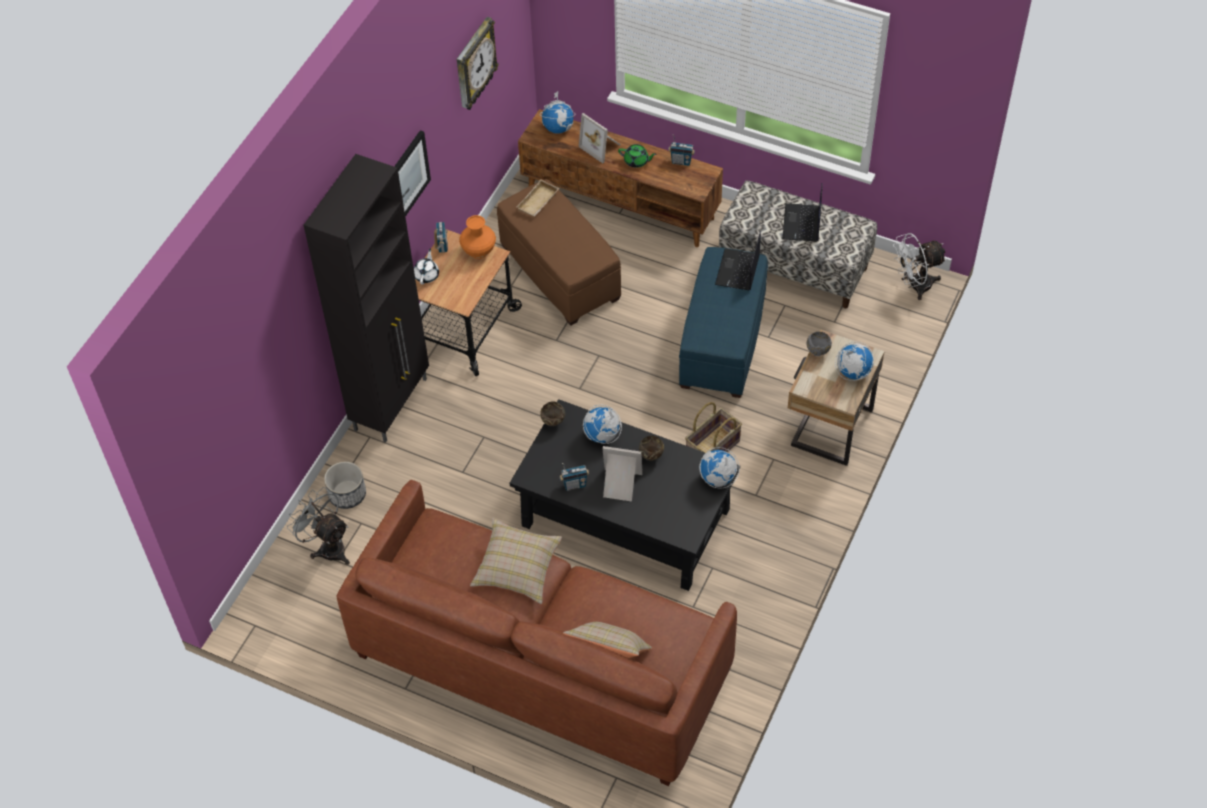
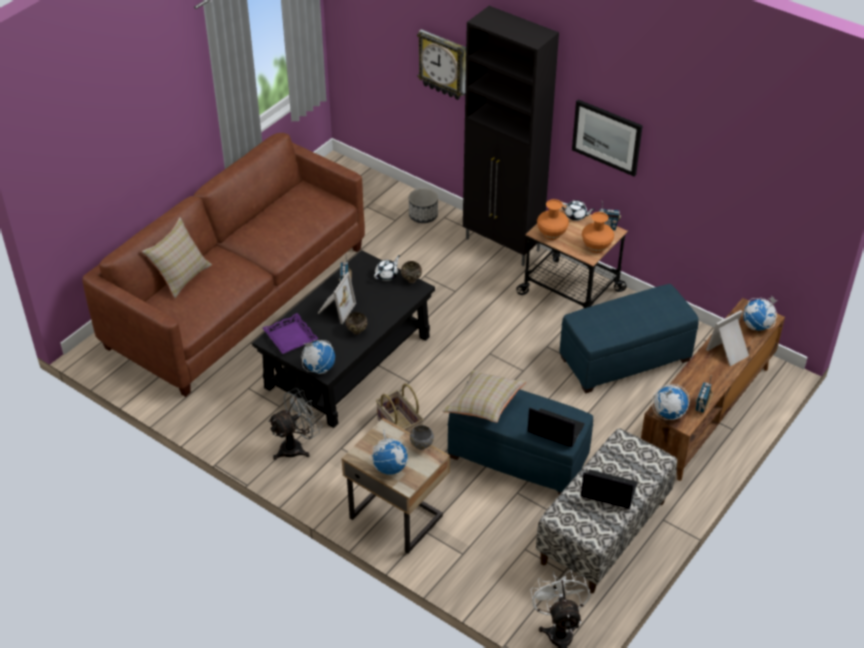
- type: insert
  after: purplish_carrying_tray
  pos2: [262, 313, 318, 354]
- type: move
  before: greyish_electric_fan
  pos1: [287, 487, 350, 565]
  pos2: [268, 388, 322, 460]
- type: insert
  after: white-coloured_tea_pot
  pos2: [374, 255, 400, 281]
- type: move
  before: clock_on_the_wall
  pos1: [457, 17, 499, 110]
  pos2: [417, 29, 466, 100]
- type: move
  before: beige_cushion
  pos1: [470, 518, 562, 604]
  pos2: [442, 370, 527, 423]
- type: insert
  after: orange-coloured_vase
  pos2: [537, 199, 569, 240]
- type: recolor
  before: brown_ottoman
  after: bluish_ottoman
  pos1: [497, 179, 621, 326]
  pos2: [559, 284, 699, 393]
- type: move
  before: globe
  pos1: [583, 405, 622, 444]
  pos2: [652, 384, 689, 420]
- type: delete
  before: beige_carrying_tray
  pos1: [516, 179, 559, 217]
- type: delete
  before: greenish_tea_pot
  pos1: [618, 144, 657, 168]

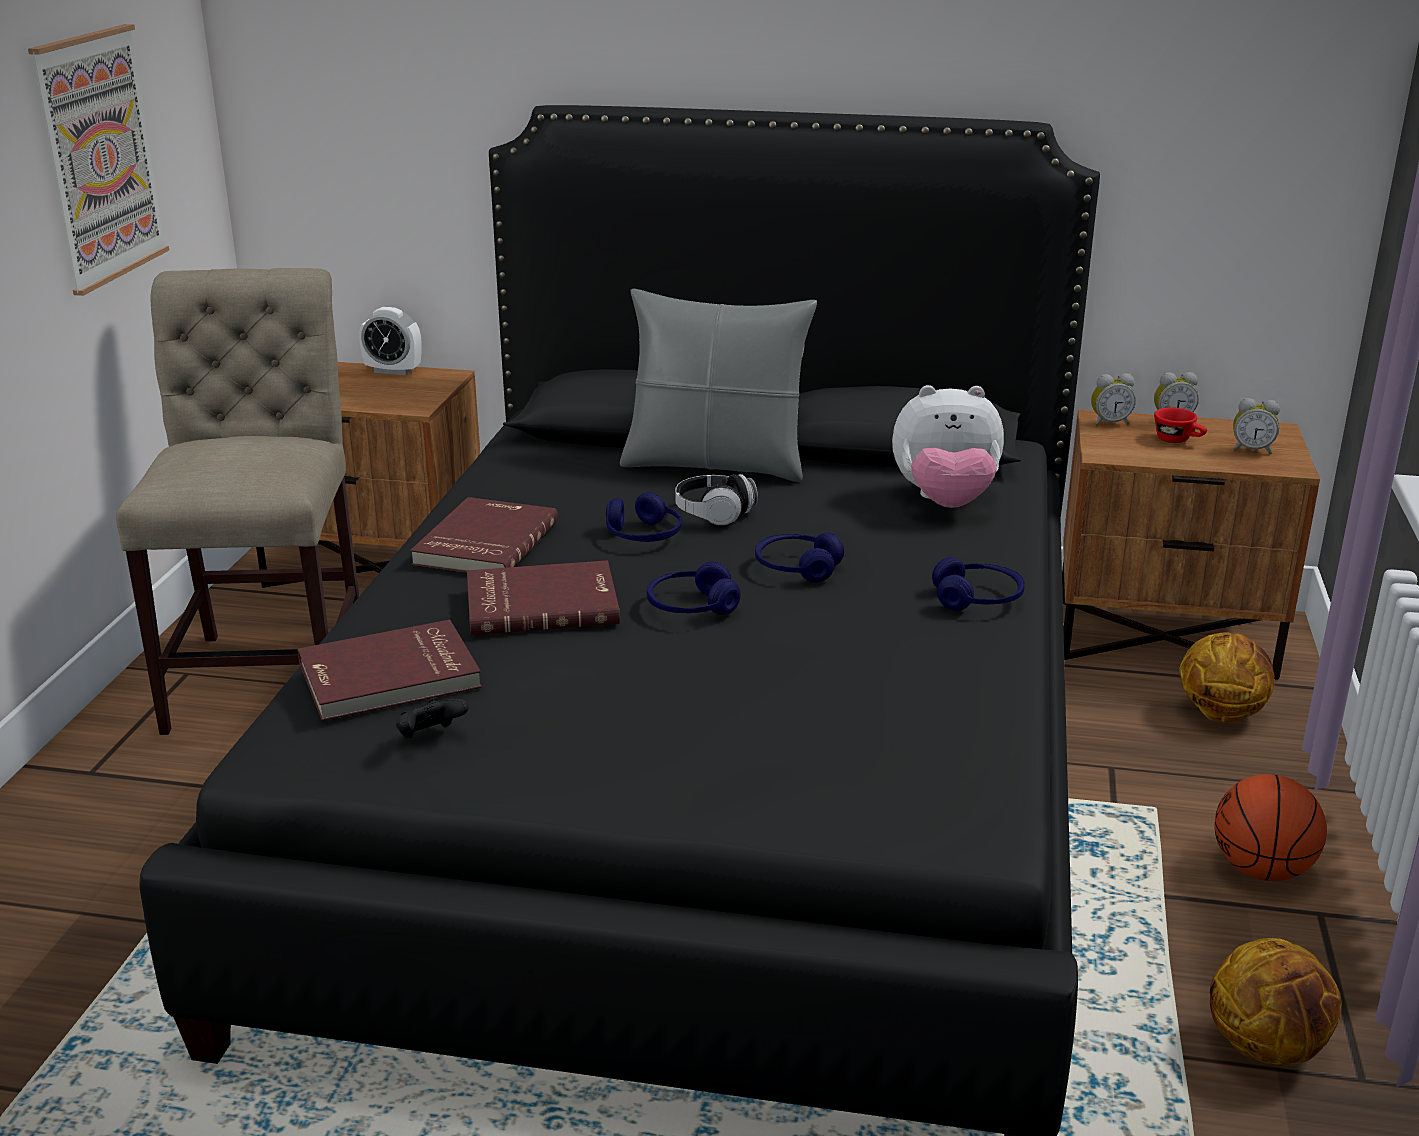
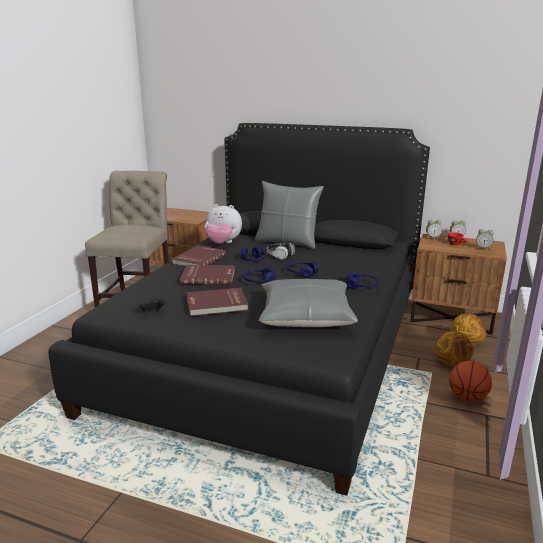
- type: move
  before: reddish_book
  pos1: [298, 620, 482, 721]
  pos2: [186, 288, 248, 316]
- type: move
  before: soft_toy
  pos1: [892, 385, 1004, 508]
  pos2: [205, 204, 242, 244]
- type: insert
  after: greyish_cushion
  pos2: [259, 279, 358, 327]
- type: move
  before: ball_for_basketball
  pos1: [1210, 938, 1342, 1066]
  pos2: [436, 331, 474, 367]
- type: delete
  before: wall_picture
  pos1: [28, 24, 169, 296]
- type: delete
  before: bedside_clock
  pos1: [359, 307, 422, 375]

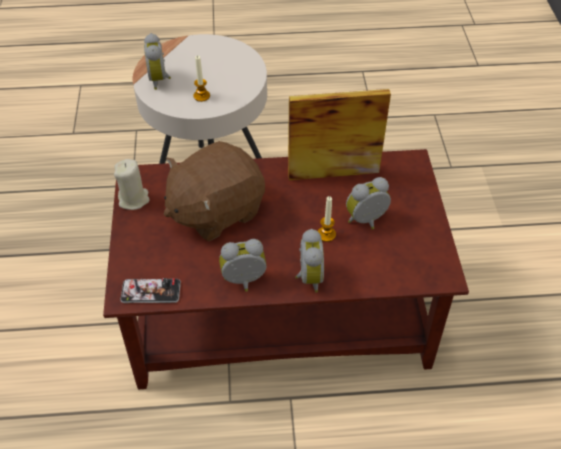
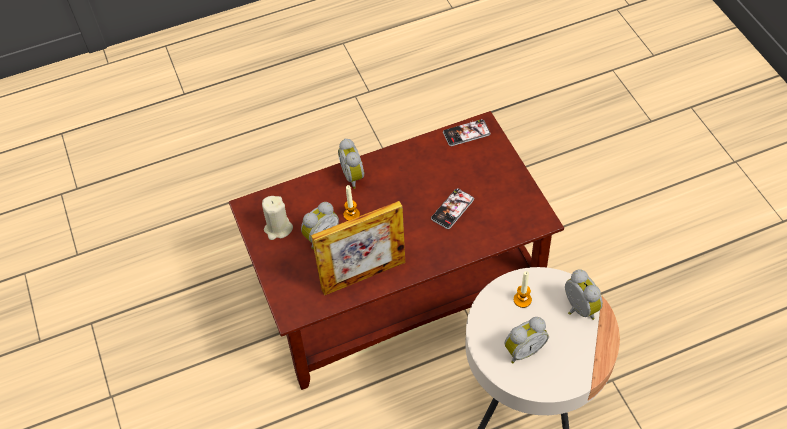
- type: move
  before: beige_wax_light
  pos1: [114, 159, 150, 210]
  pos2: [262, 196, 293, 240]
- type: replace
  before: brown_soft_toy
  after: handset
  pos1: [164, 141, 265, 241]
  pos2: [431, 189, 474, 229]
- type: move
  before: bedside_clock
  pos1: [219, 239, 267, 292]
  pos2: [505, 317, 549, 363]

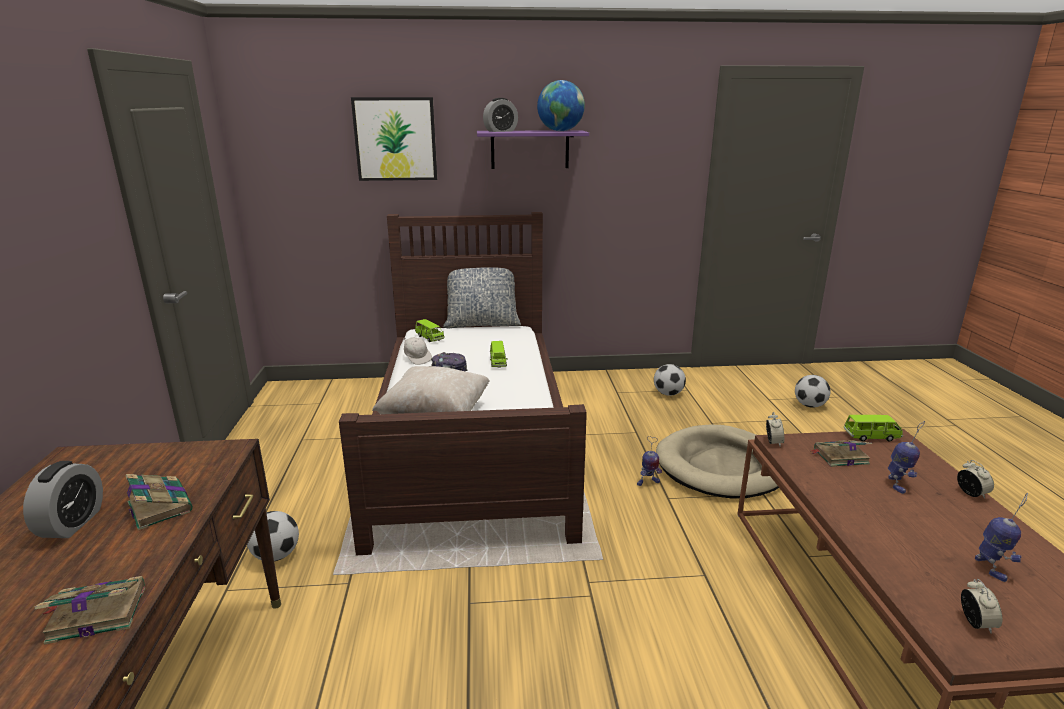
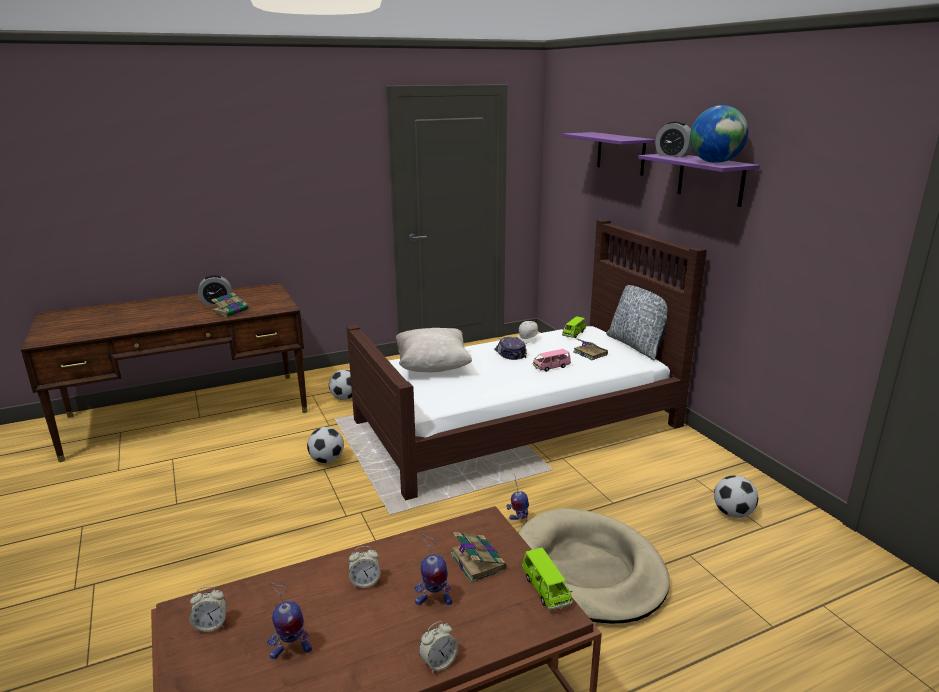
- type: move
  before: football_ball
  pos1: [795, 375, 831, 408]
  pos2: [307, 427, 344, 463]
- type: move
  before: bedside_clock
  pos1: [766, 412, 784, 447]
  pos2: [349, 546, 381, 588]
- type: recolor
  before: greenish_model_car
  after: pinkish_model_car
  pos1: [490, 341, 508, 368]
  pos2: [533, 349, 571, 372]
- type: replace
  before: wall_picture
  after: purplish_bracket_shelf
  pos1: [351, 97, 437, 181]
  pos2: [562, 132, 655, 176]
- type: move
  before: book
  pos1: [35, 576, 145, 645]
  pos2: [573, 338, 608, 360]

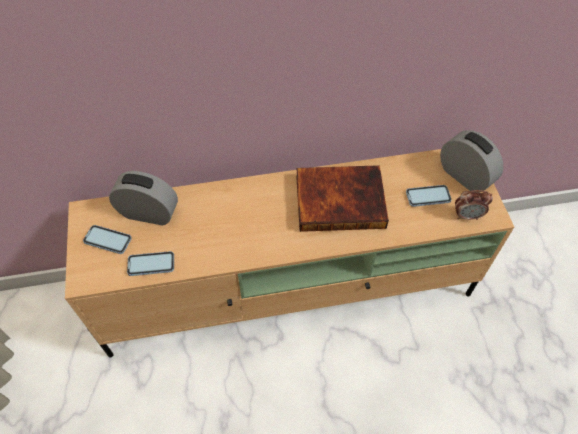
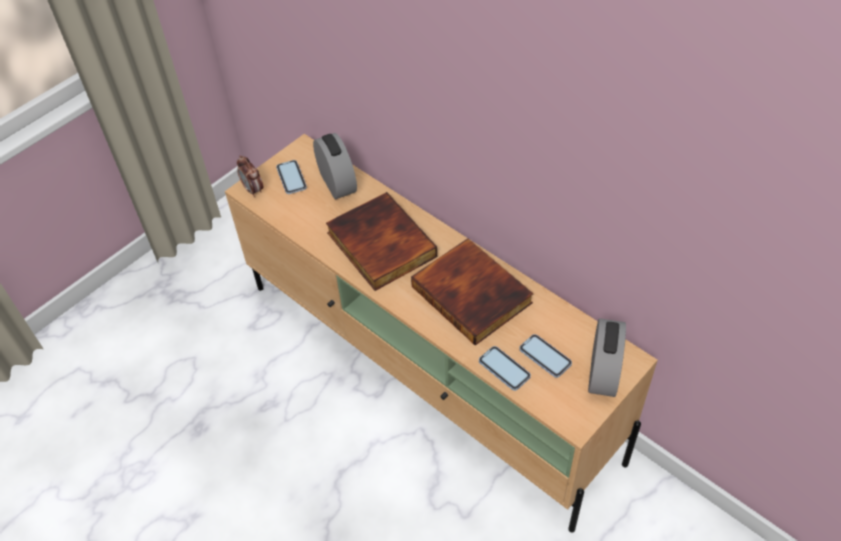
- type: move
  before: bedside_clock
  pos1: [455, 190, 493, 220]
  pos2: [237, 155, 263, 197]
- type: insert
  after: book
  pos2: [326, 192, 437, 291]
- type: move
  before: handset
  pos1: [127, 251, 174, 276]
  pos2: [479, 346, 531, 391]

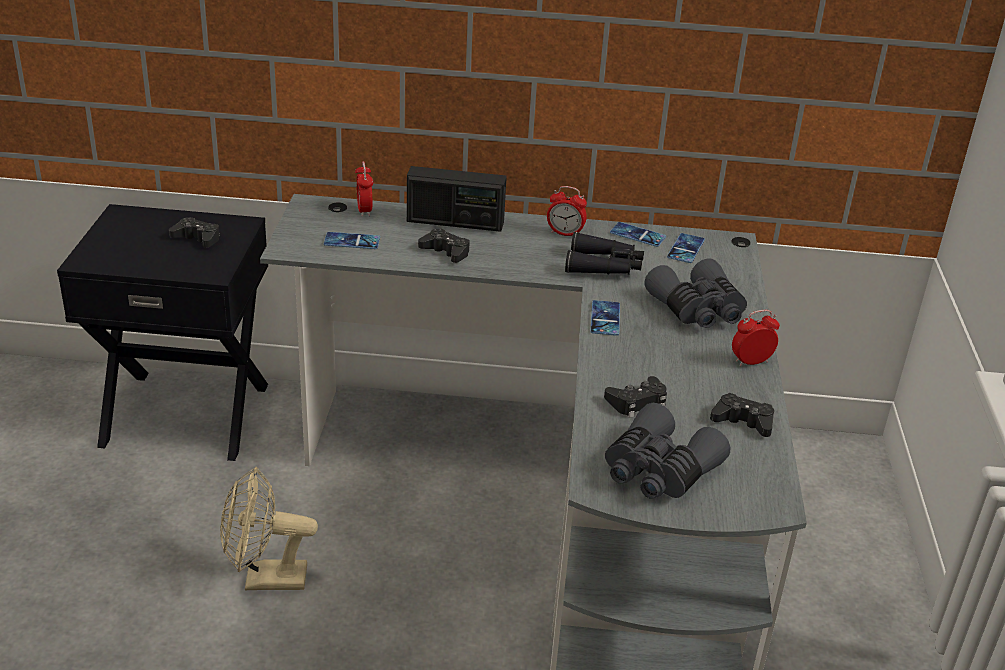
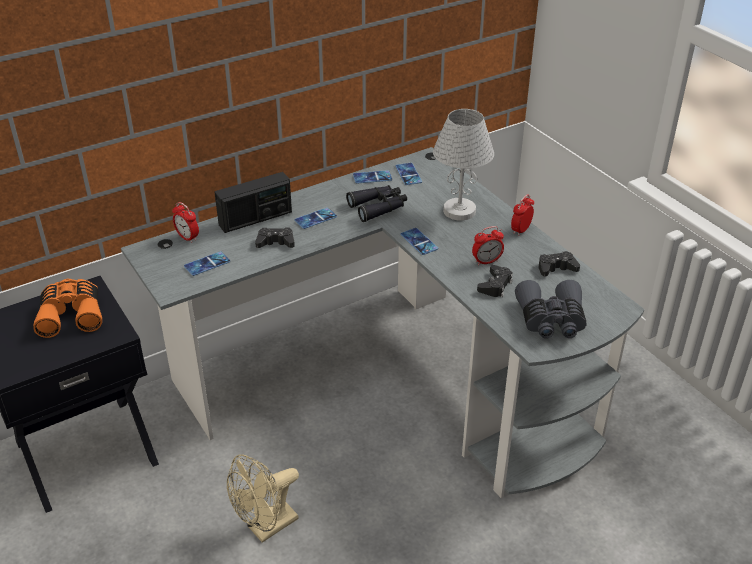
- type: replace
  before: blackish_gamepad
  after: orange-coloured_pair_of_binoculars
  pos1: [169, 217, 220, 247]
  pos2: [33, 279, 102, 338]
- type: insert
  after: handset
  pos2: [294, 208, 337, 229]
- type: replace
  before: greyish_pair_of_binoculars
  after: white-coloured_lamp_for_a_table
  pos1: [645, 259, 747, 328]
  pos2: [433, 109, 494, 221]
- type: move
  before: bedside_clock
  pos1: [547, 186, 587, 236]
  pos2: [472, 226, 504, 266]

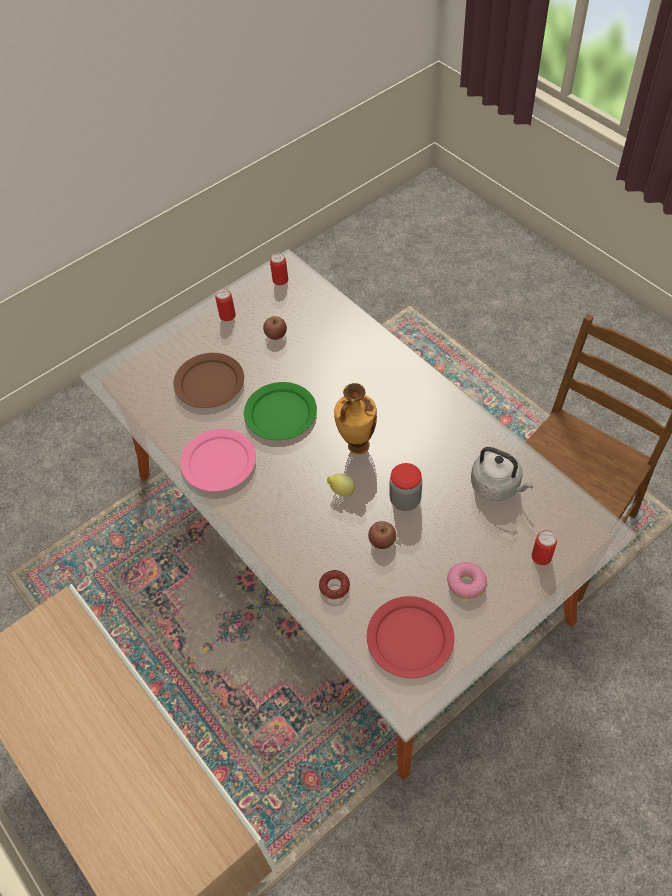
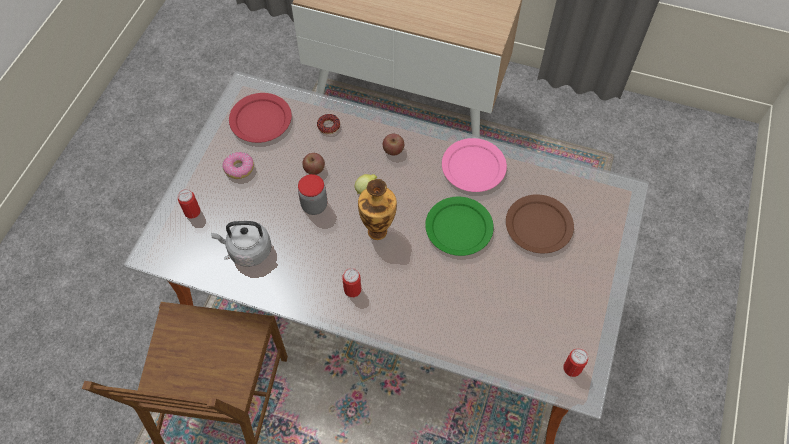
- type: move
  before: metal_can
  pos1: [215, 288, 236, 321]
  pos2: [342, 268, 361, 297]
- type: move
  before: apple_fruit
  pos1: [263, 316, 287, 340]
  pos2: [383, 134, 404, 155]

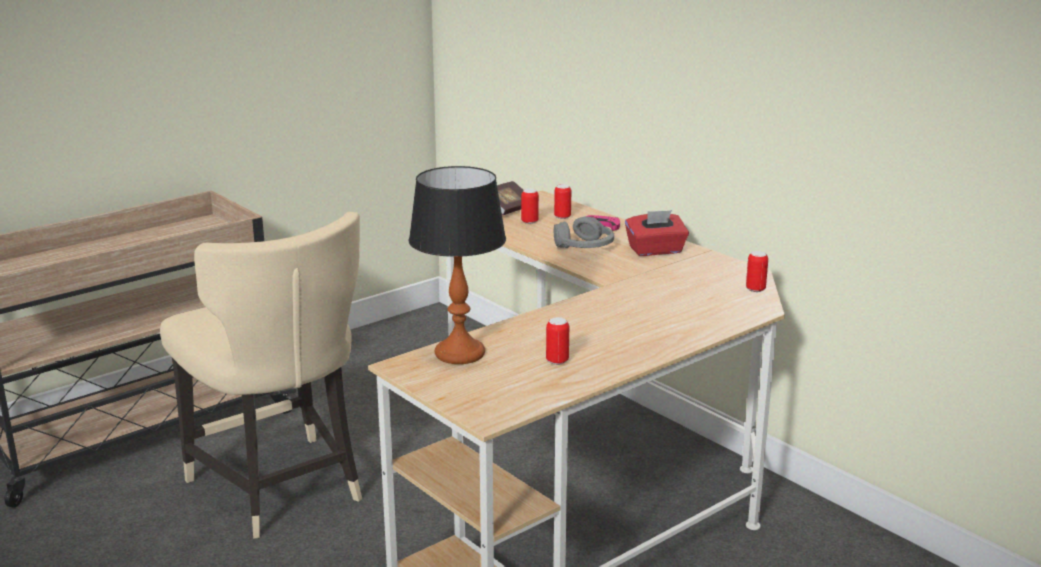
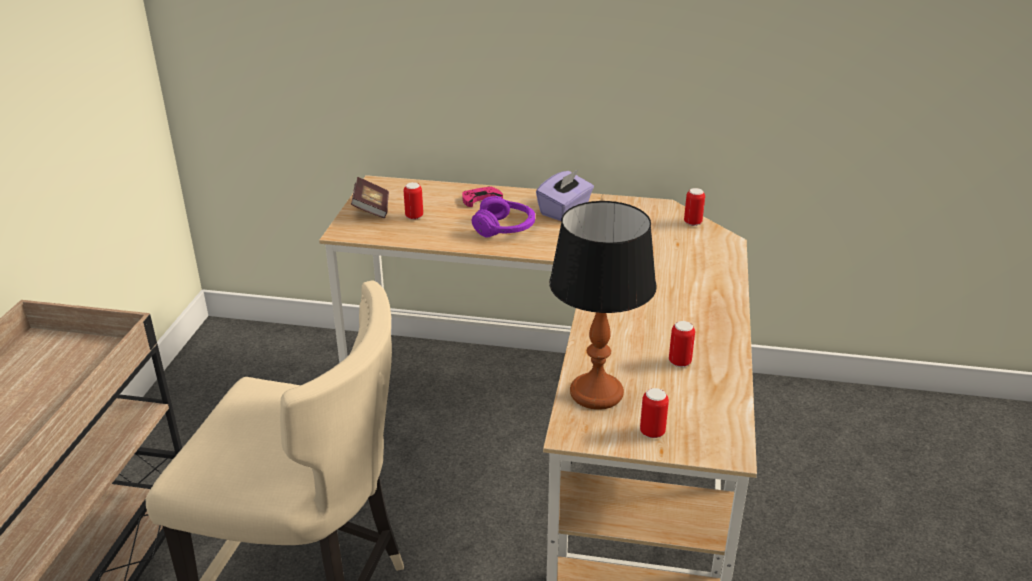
- type: recolor
  before: greyish_headphones
  after: purplish_headphones
  pos1: [554, 217, 614, 248]
  pos2: [472, 196, 535, 238]
- type: recolor
  before: reddish_box_of_tissues
  after: purplish_box_of_tissues
  pos1: [625, 210, 689, 256]
  pos2: [536, 170, 594, 221]
- type: move
  before: metal_can
  pos1: [554, 184, 571, 219]
  pos2: [640, 388, 669, 438]

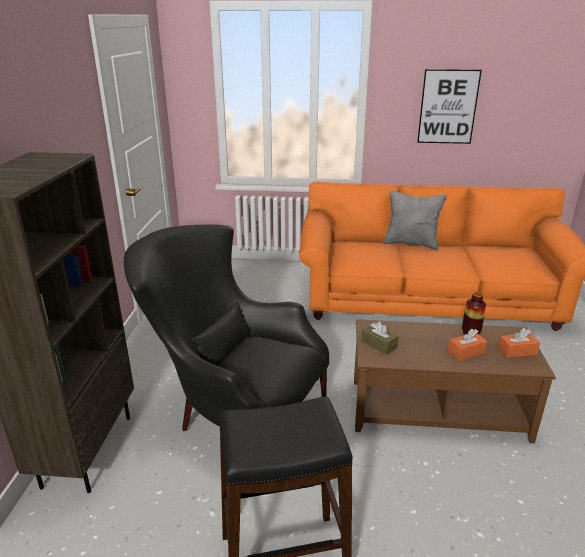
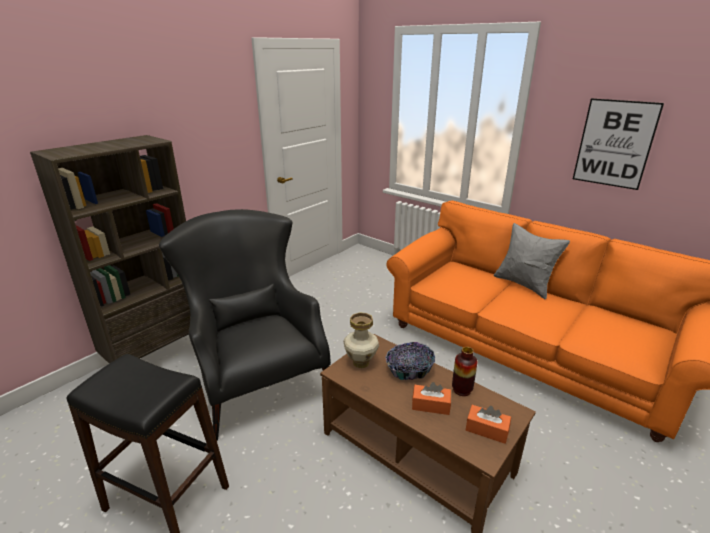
- type: replace
  before: brown_box_of_tissues
  after: vase
  pos1: [361, 321, 398, 355]
  pos2: [344, 312, 379, 368]
- type: insert
  after: deep_dish
  pos2: [386, 342, 435, 380]

